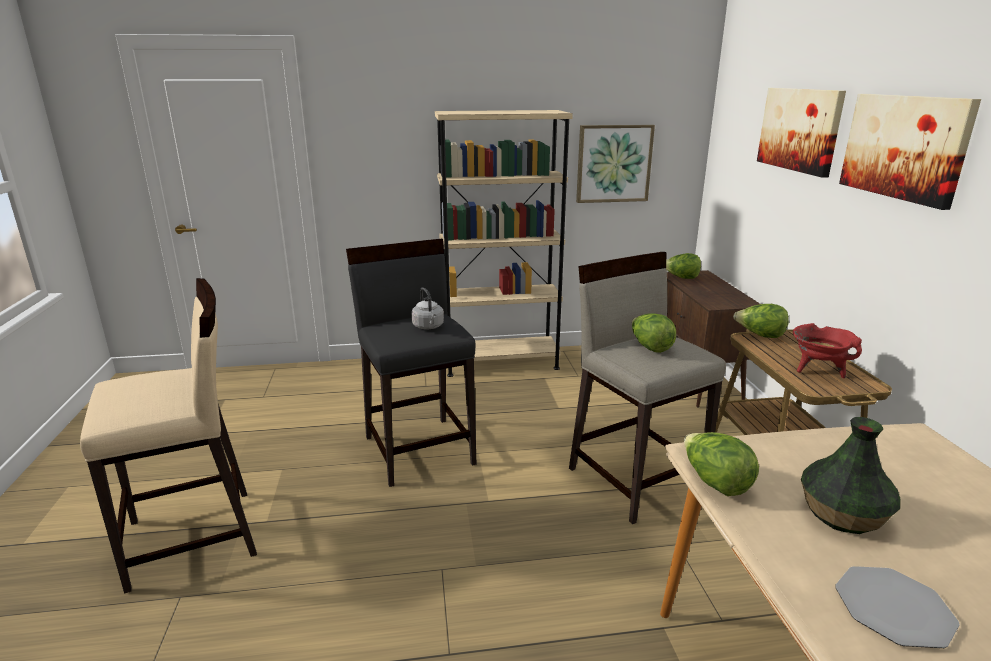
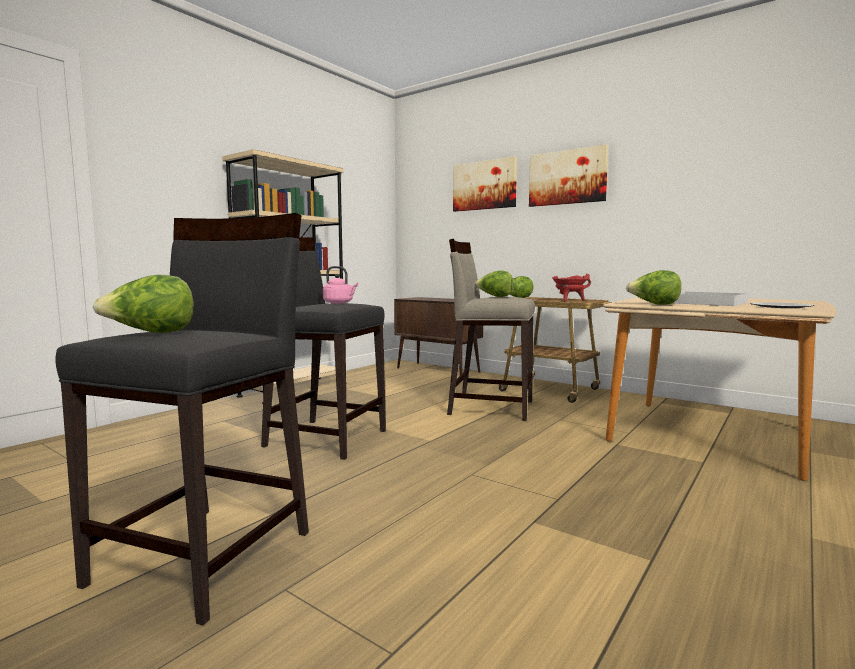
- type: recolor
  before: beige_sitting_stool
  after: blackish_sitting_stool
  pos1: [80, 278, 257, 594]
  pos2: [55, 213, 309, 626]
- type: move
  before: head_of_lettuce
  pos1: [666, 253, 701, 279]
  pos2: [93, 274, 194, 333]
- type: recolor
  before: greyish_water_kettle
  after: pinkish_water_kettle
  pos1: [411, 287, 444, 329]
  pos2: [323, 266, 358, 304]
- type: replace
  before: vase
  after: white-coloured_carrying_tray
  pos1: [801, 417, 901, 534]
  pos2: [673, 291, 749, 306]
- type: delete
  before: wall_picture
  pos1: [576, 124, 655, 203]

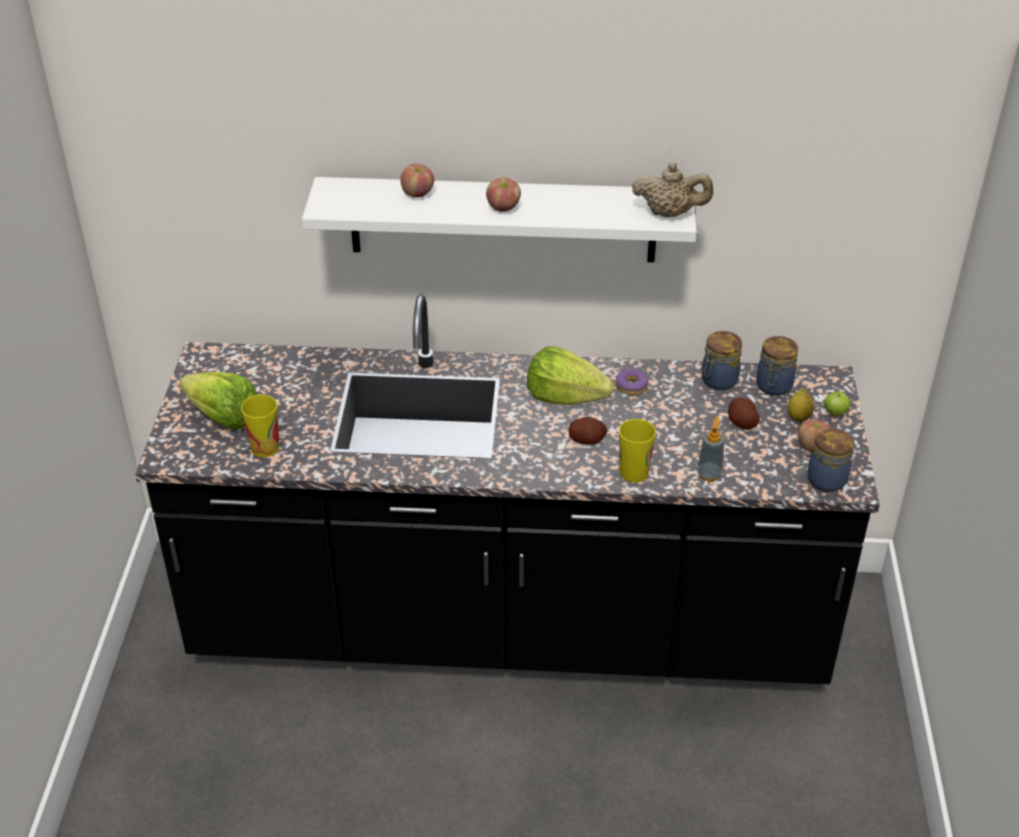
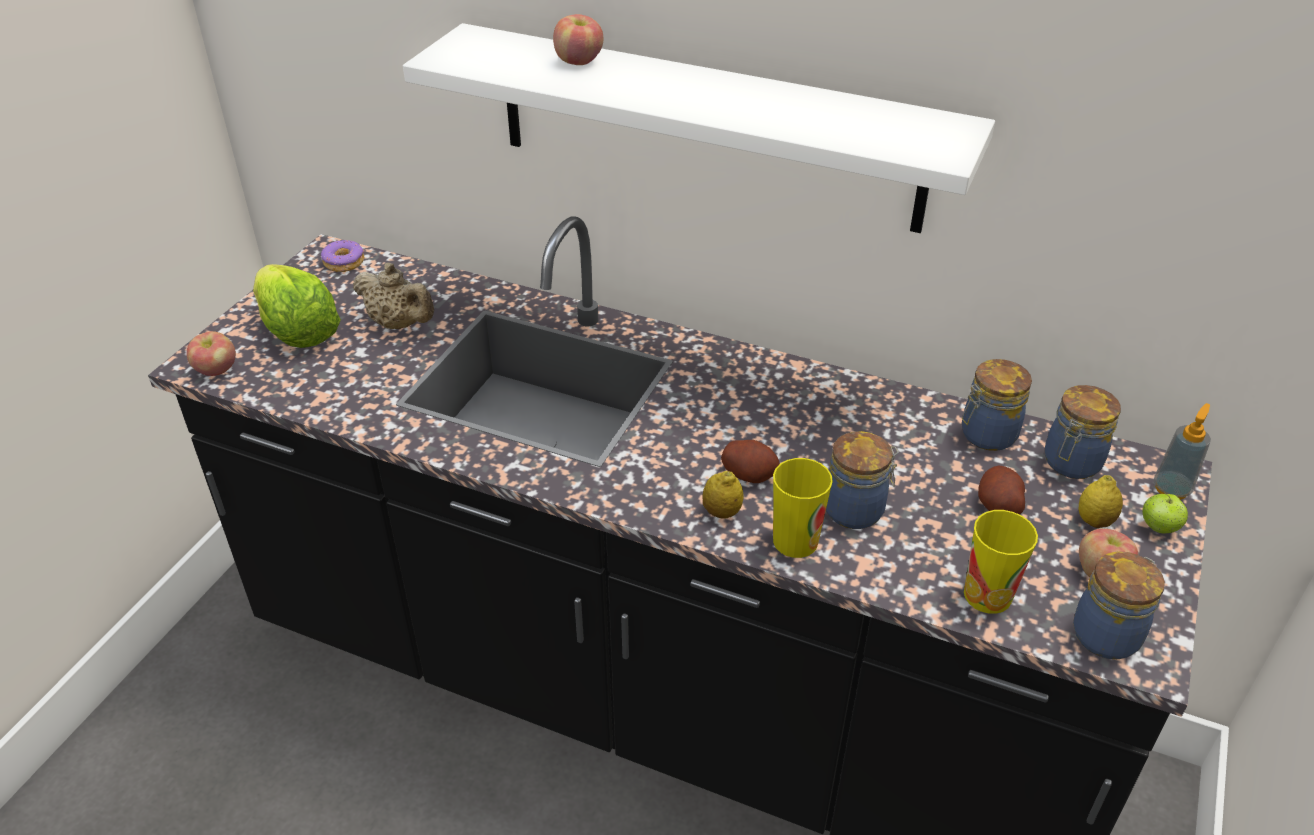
- type: move
  before: apple_fruit
  pos1: [486, 178, 521, 212]
  pos2: [186, 331, 236, 376]
- type: move
  before: doughnut
  pos1: [616, 369, 648, 396]
  pos2: [321, 240, 364, 272]
- type: move
  before: beige_tea_pot
  pos1: [632, 163, 713, 217]
  pos2: [353, 262, 434, 329]
- type: insert
  after: citrus_fruit
  pos2: [703, 471, 744, 519]
- type: insert
  after: jar
  pos2: [826, 431, 899, 529]
- type: move
  before: cup
  pos1: [241, 395, 280, 457]
  pos2: [964, 510, 1038, 614]
- type: move
  before: soap_bottle
  pos1: [697, 416, 725, 481]
  pos2: [1154, 403, 1211, 500]
- type: delete
  before: head_of_lettuce
  pos1: [527, 346, 614, 405]

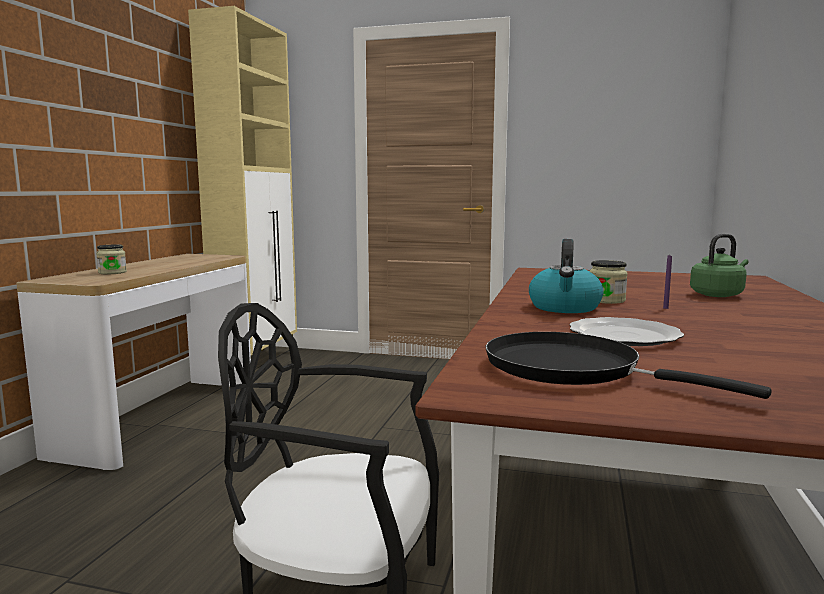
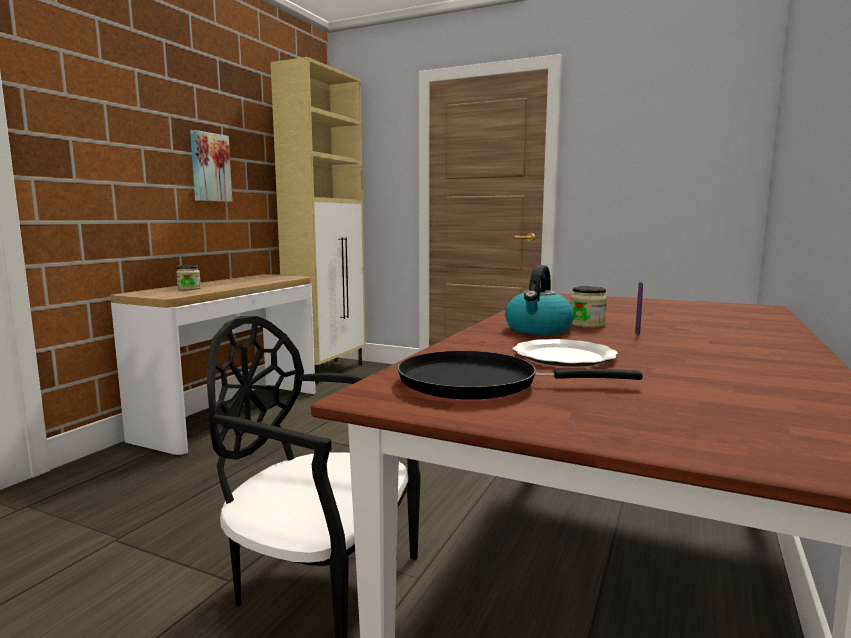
- type: insert
  after: wall_picture
  pos2: [190, 130, 233, 202]
- type: rotate
  before: blackish_frying_pan
  pos1: [486, 332, 771, 399]
  pos2: [397, 351, 643, 399]
  turn: -45
- type: delete
  before: greenish_water_kettle
  pos1: [690, 234, 749, 297]

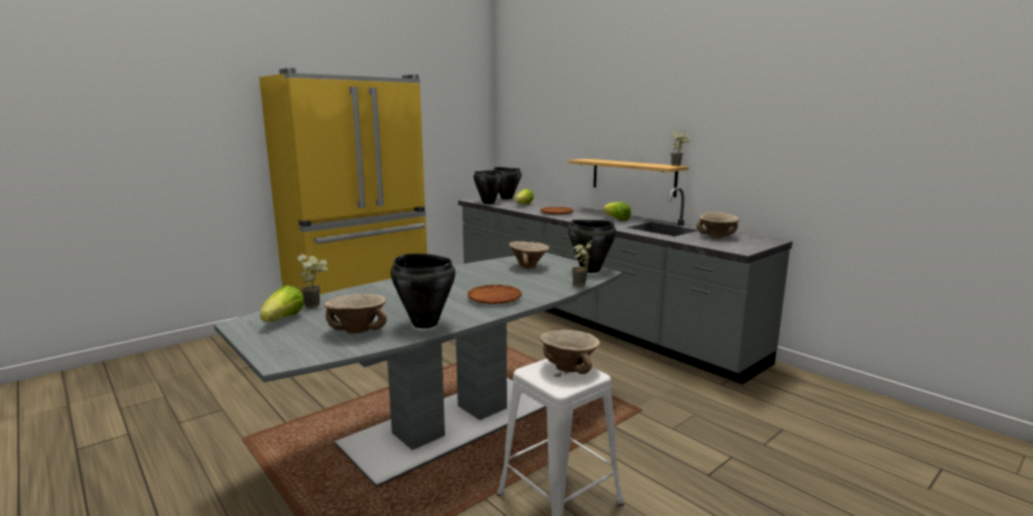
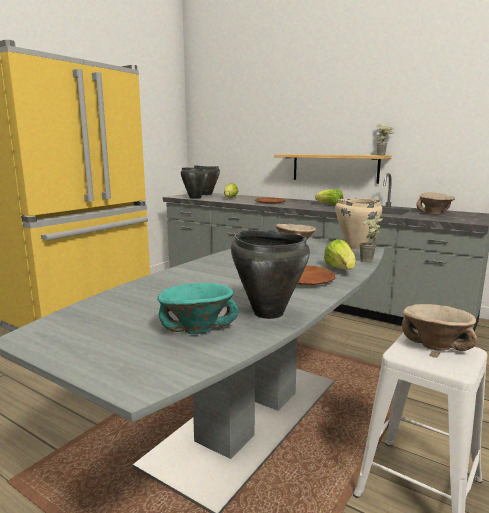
- type: recolor
  before: beige_deep_dish
  after: turquoise-coloured_deep_dish
  pos1: [324, 294, 387, 334]
  pos2: [157, 283, 238, 334]
- type: move
  before: head_of_lettuce
  pos1: [260, 285, 305, 322]
  pos2: [324, 239, 356, 270]
- type: recolor
  before: blackish_stockpot
  after: beige_stockpot
  pos1: [568, 220, 616, 273]
  pos2: [335, 199, 382, 250]
- type: delete
  before: plant_in_a_pot
  pos1: [297, 254, 328, 308]

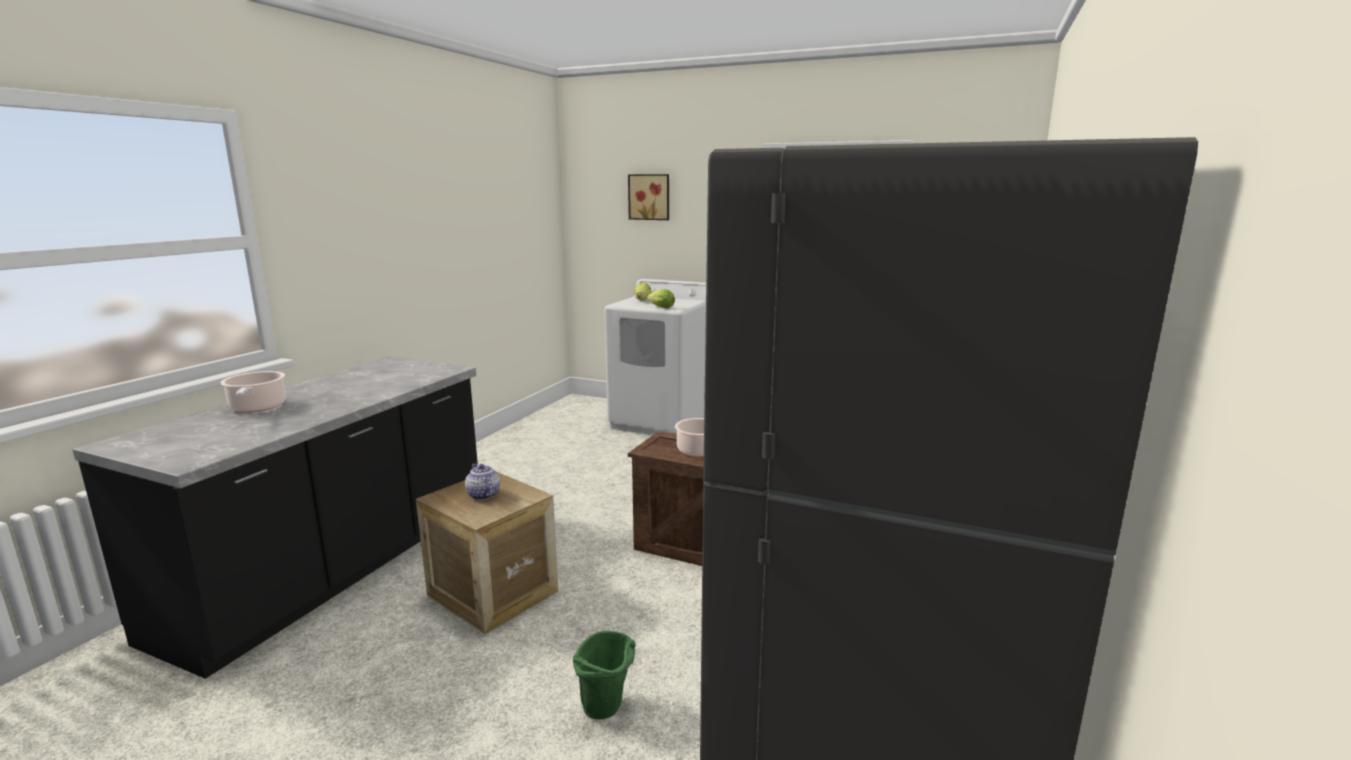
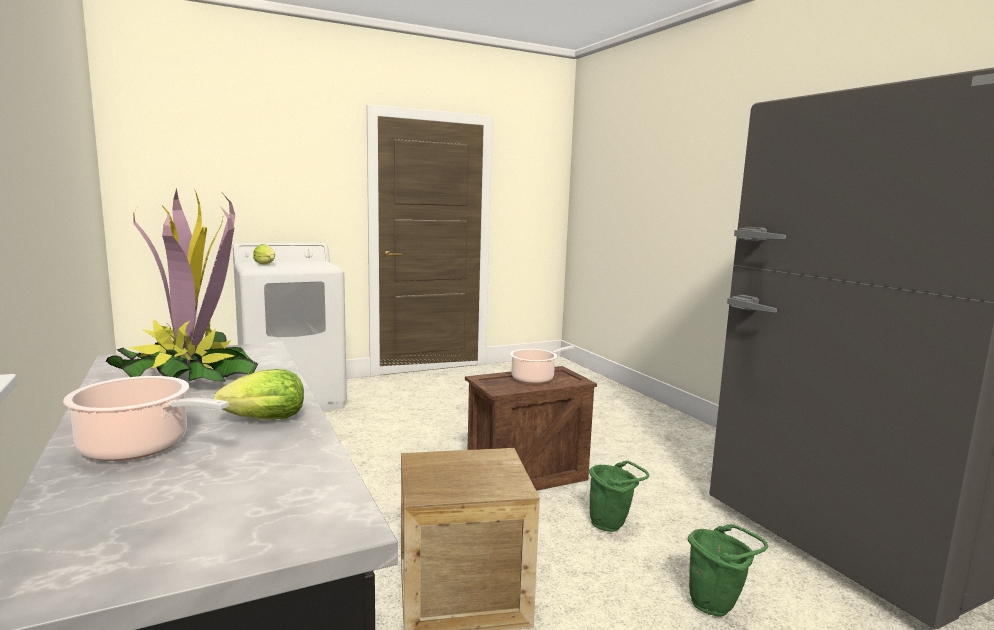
- type: insert
  after: plant_in_a_pot
  pos2: [106, 188, 258, 382]
- type: move
  before: head_of_lettuce
  pos1: [647, 289, 675, 308]
  pos2: [213, 369, 304, 420]
- type: insert
  after: greenish_bucket
  pos2: [589, 460, 649, 532]
- type: delete
  before: tea_pot
  pos1: [465, 463, 500, 500]
- type: delete
  before: wall_picture
  pos1: [628, 174, 669, 220]

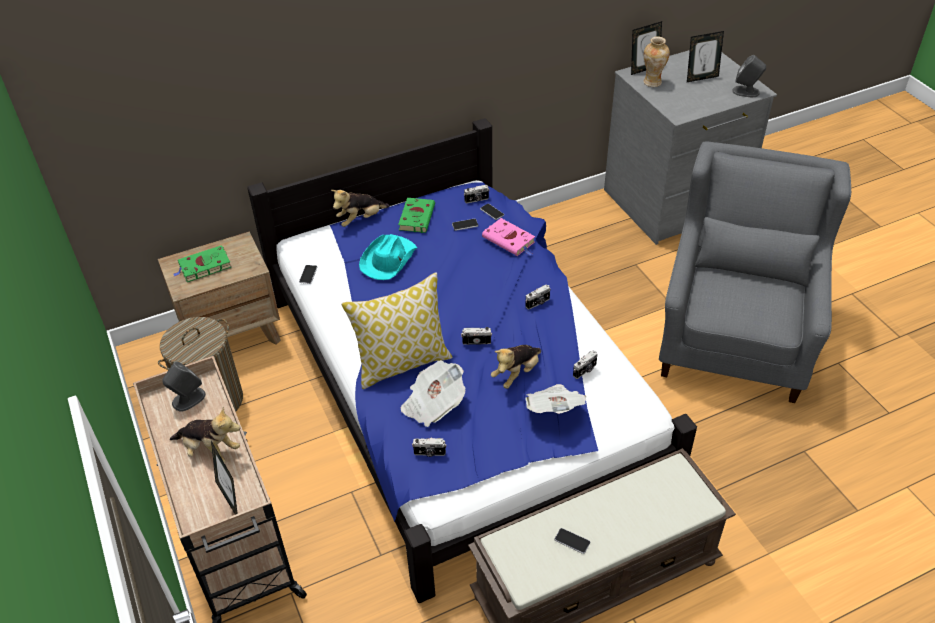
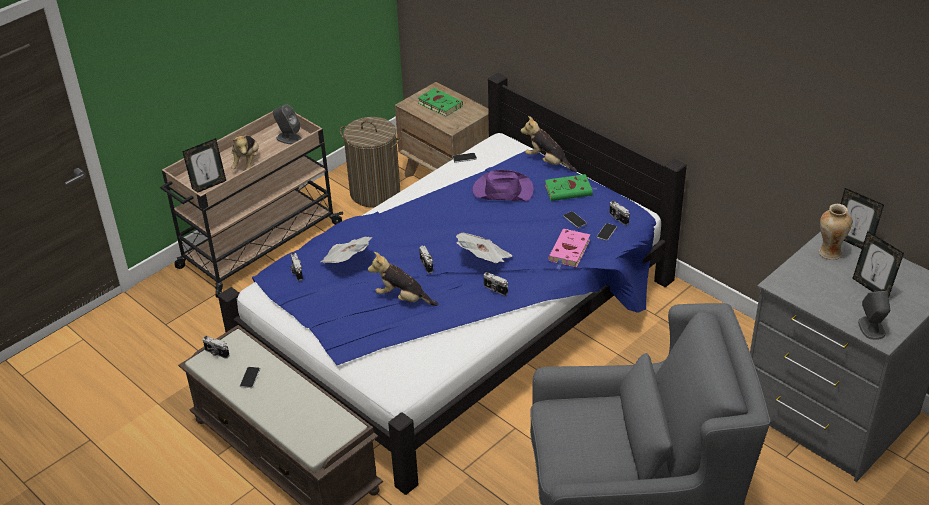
- type: move
  before: still_camera
  pos1: [573, 350, 597, 379]
  pos2: [203, 336, 230, 359]
- type: move
  before: printed_paper
  pos1: [525, 384, 587, 414]
  pos2: [456, 233, 512, 263]
- type: recolor
  before: turquoise-coloured_hat
  after: purplish_hat
  pos1: [359, 234, 417, 280]
  pos2: [472, 170, 534, 201]
- type: delete
  before: cushion
  pos1: [341, 272, 453, 389]

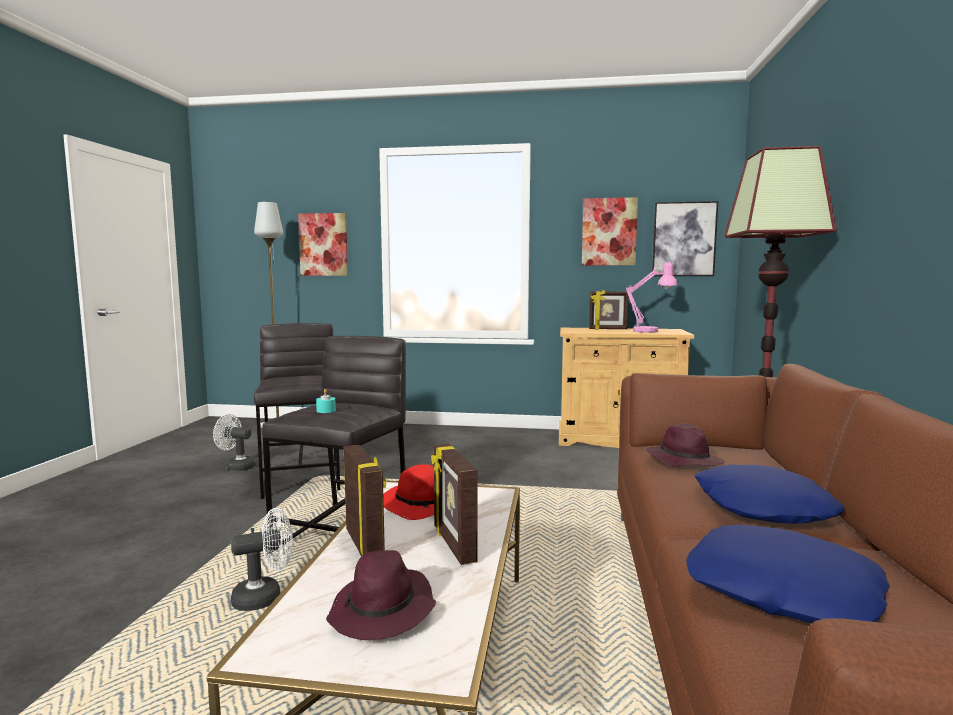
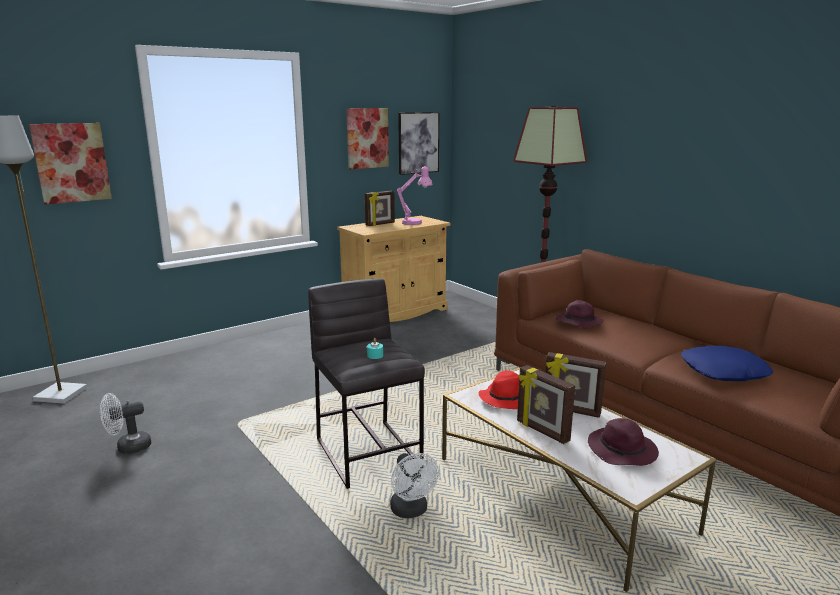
- type: rotate
  before: white-coloured_electric_fan
  pos1: [231, 508, 293, 611]
  pos2: [390, 453, 439, 518]
  turn: 135
- type: rotate
  before: photo_frame
  pos1: [344, 445, 386, 557]
  pos2: [517, 365, 575, 444]
  turn: -150
- type: delete
  before: greyish_sitting_stool
  pos1: [254, 323, 340, 499]
- type: delete
  before: bluish_cushion
  pos1: [695, 465, 844, 524]

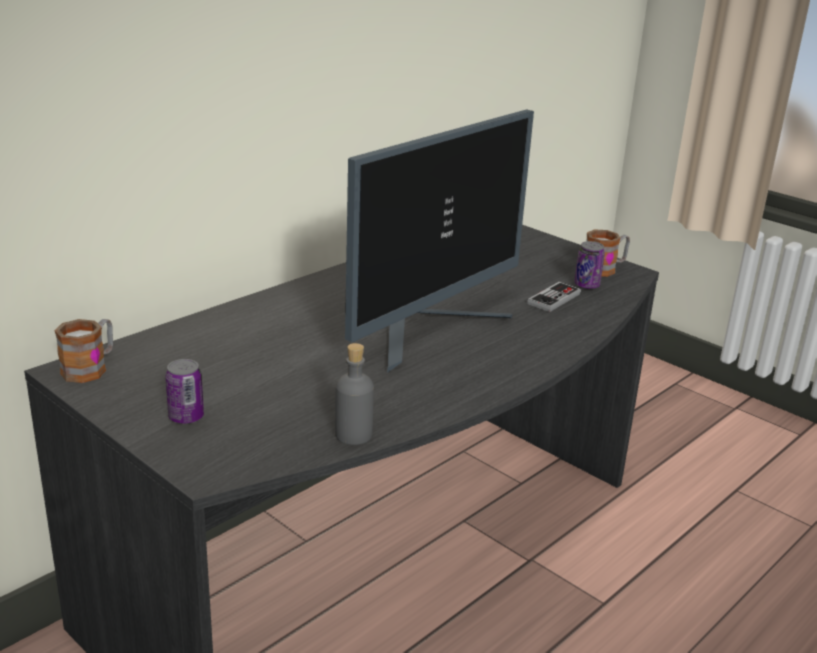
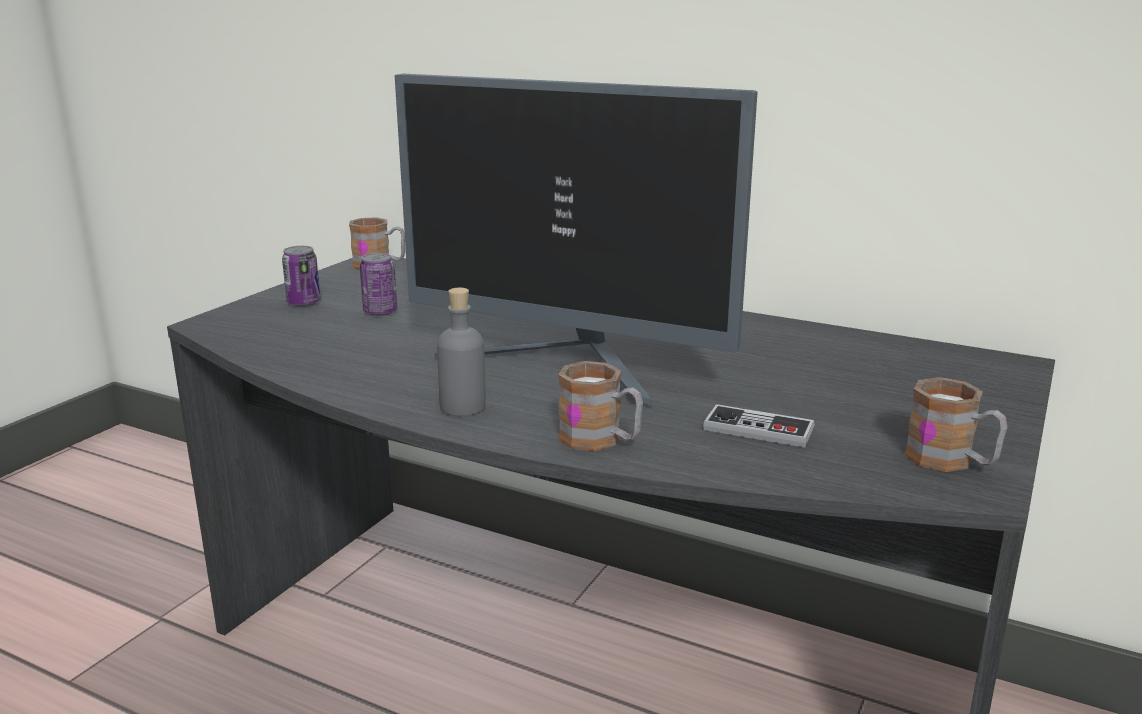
- type: move
  before: metal_can
  pos1: [574, 241, 605, 289]
  pos2: [360, 253, 397, 316]
- type: move
  before: greyish_beverage_bottle
  pos1: [335, 343, 374, 445]
  pos2: [437, 288, 486, 416]
- type: insert
  after: tea_mug
  pos2: [558, 361, 643, 451]

